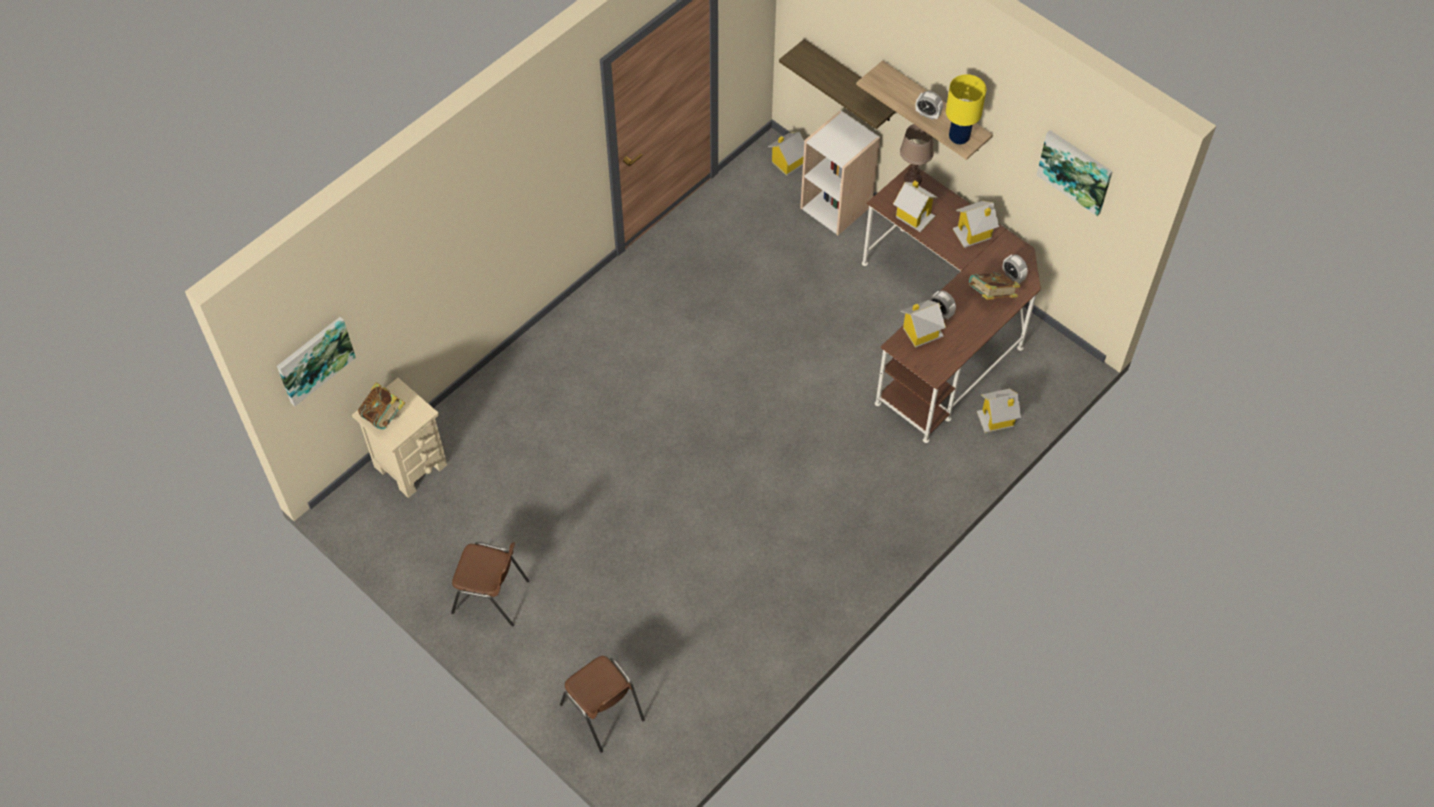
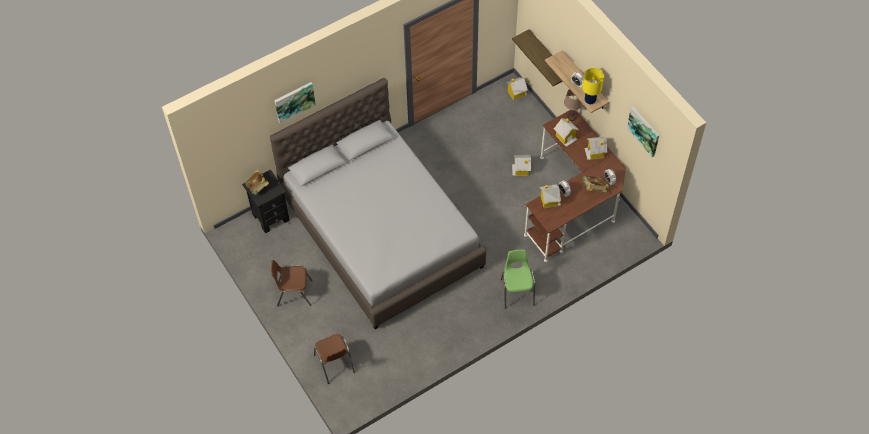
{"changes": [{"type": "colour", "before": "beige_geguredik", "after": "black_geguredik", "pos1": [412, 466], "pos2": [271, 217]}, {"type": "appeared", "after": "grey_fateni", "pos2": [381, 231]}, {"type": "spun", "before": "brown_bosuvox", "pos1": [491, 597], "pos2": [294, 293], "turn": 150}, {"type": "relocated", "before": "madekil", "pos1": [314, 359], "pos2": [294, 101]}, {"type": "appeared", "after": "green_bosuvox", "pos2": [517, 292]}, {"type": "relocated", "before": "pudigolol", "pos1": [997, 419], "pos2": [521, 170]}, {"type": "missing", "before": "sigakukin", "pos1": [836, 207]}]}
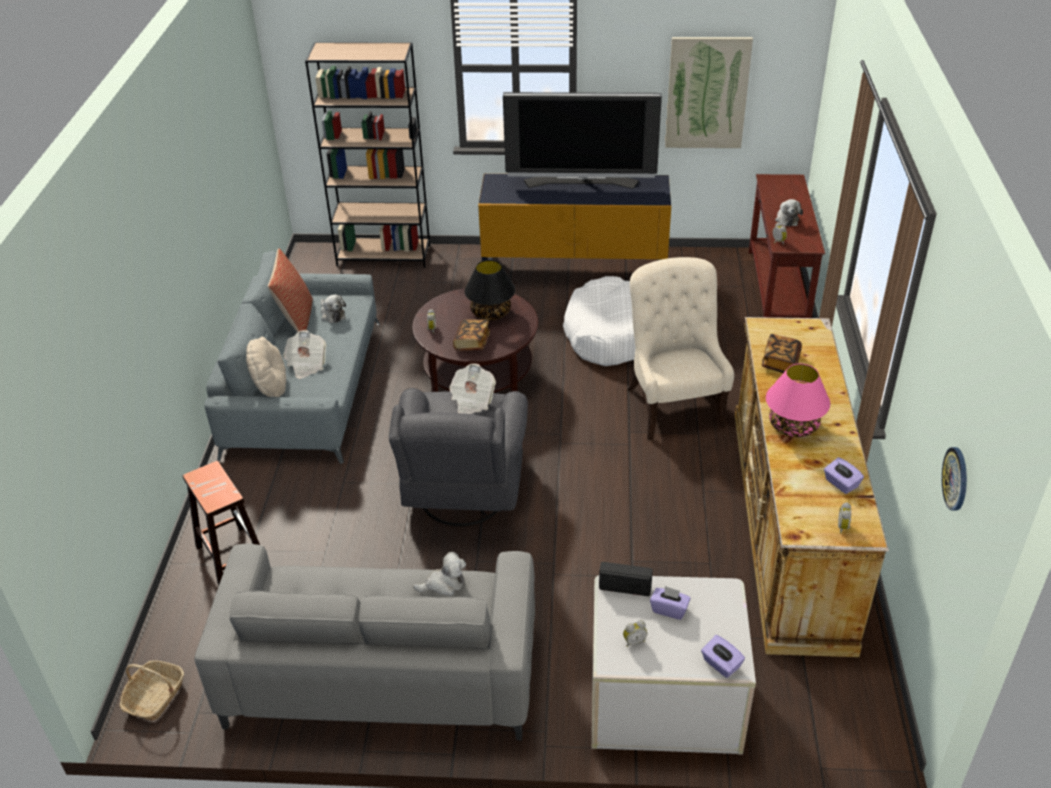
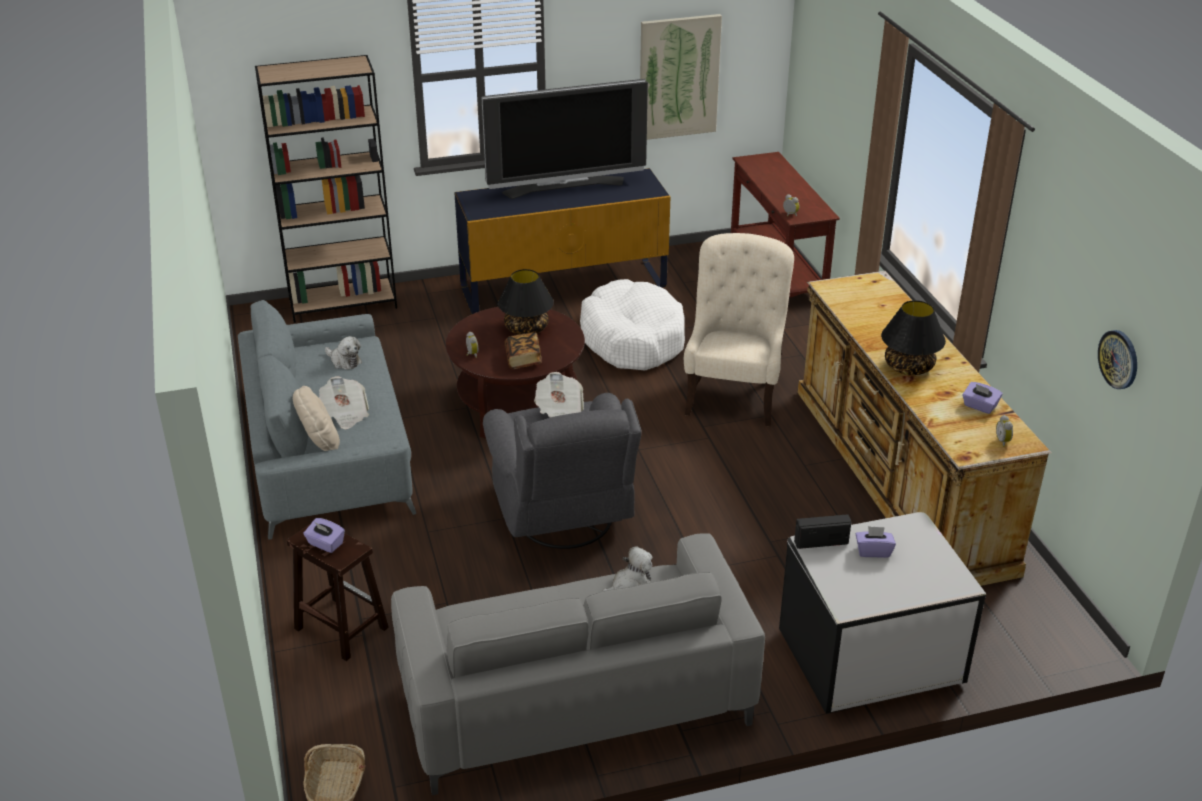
{"changes": [{"type": "relocated", "before": "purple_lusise", "pos1": [721, 664], "pos2": [325, 544]}, {"type": "spun", "before": "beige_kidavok", "pos1": [673, 407], "pos2": [734, 395], "turn": 45}, {"type": "colour", "before": "beige_geguredik", "after": "black_geguredik", "pos1": [664, 702], "pos2": [869, 657]}, {"type": "colour", "before": "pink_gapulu", "after": "black_gapulu", "pos1": [793, 426], "pos2": [908, 366]}, {"type": "missing", "before": "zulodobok", "pos1": [296, 319]}, {"type": "missing", "before": "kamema", "pos1": [634, 641]}, {"type": "missing", "before": "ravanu", "pos1": [780, 362]}, {"type": "missing", "before": "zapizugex", "pos1": [787, 219]}]}
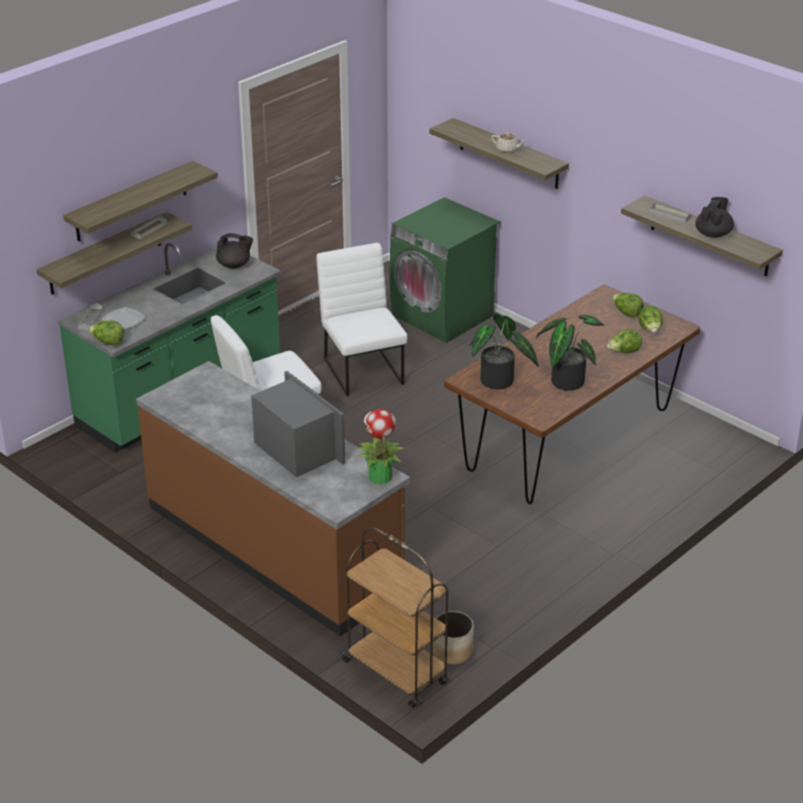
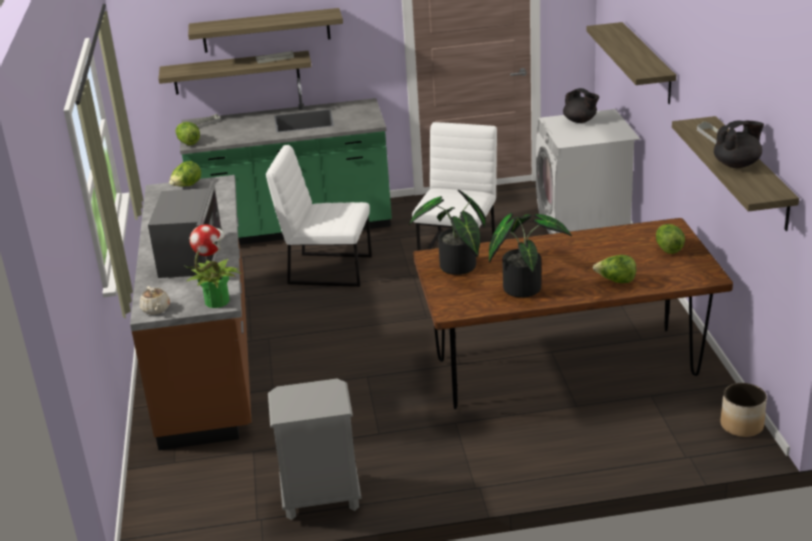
{"changes": [{"type": "relocated", "before": "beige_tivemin", "pos1": [507, 150], "pos2": [156, 309]}, {"type": "relocated", "before": "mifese", "pos1": [650, 330], "pos2": [186, 186]}, {"type": "appeared", "after": "grey_geguredik", "pos2": [321, 498]}, {"type": "colour", "before": "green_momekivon", "after": "white_momekivon", "pos1": [444, 315], "pos2": [585, 228]}, {"type": "relocated", "before": "black_tivemin", "pos1": [234, 265], "pos2": [580, 121]}, {"type": "relocated", "before": "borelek", "pos1": [452, 652], "pos2": [741, 425]}, {"type": "missing", "before": "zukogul", "pos1": [123, 320]}, {"type": "missing", "before": "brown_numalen", "pos1": [395, 673]}]}
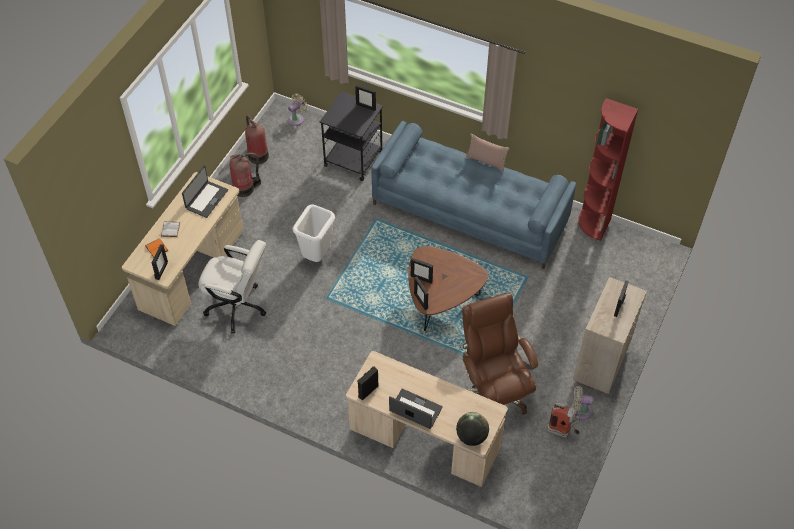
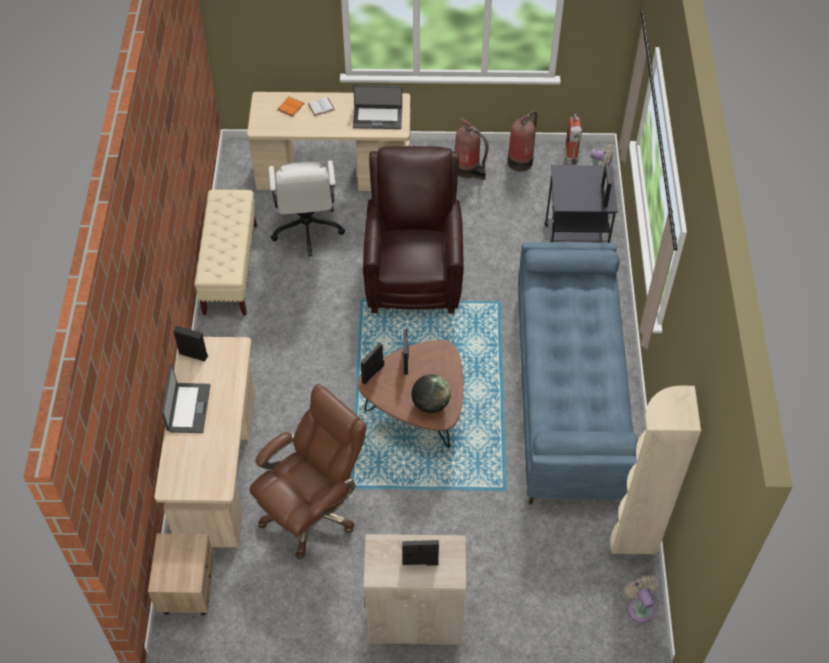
{"changes": [{"type": "appeared", "after": "beige_geguredik", "pos2": [188, 589]}, {"type": "appeared", "after": "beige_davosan", "pos2": [230, 269]}, {"type": "exchanged", "before": "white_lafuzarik", "after": "brown_kidavok", "pos1": [317, 256], "pos2": [414, 269]}, {"type": "relocated", "before": "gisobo", "pos1": [471, 436], "pos2": [430, 404]}, {"type": "relocated", "before": "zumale", "pos1": [562, 432], "pos2": [571, 160]}, {"type": "colour", "before": "red_sigakukin", "after": "beige_sigakukin", "pos1": [592, 227], "pos2": [633, 538]}, {"type": "relocated", "before": "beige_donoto", "pos1": [580, 410], "pos2": [639, 607]}, {"type": "missing", "before": "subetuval", "pos1": [161, 270]}, {"type": "missing", "before": "beige_zulodobok", "pos1": [486, 161]}]}
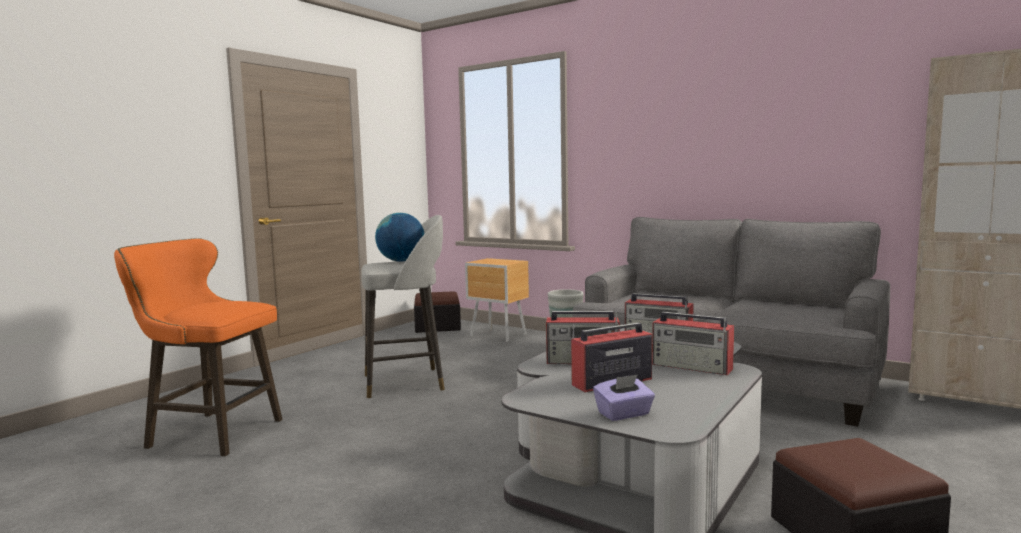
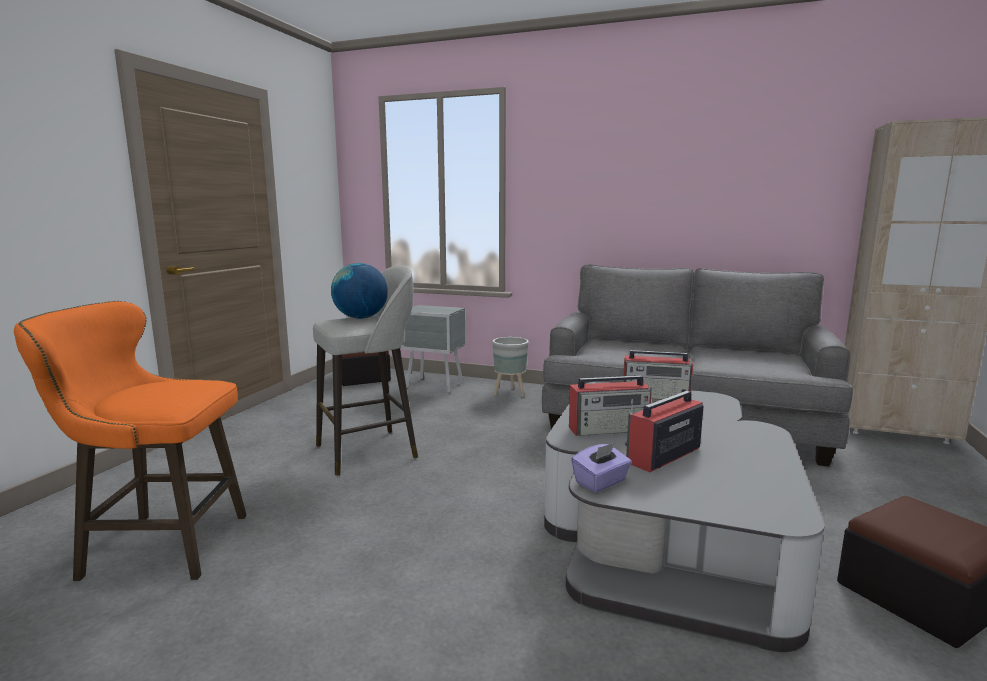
{"changes": [{"type": "colour", "before": "brown_geguredik", "after": "grey_geguredik", "pos1": [499, 336], "pos2": [435, 386]}, {"type": "relocated", "before": "purple_lusise", "pos1": [624, 414], "pos2": [601, 482]}, {"type": "missing", "before": "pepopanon", "pos1": [692, 367]}]}
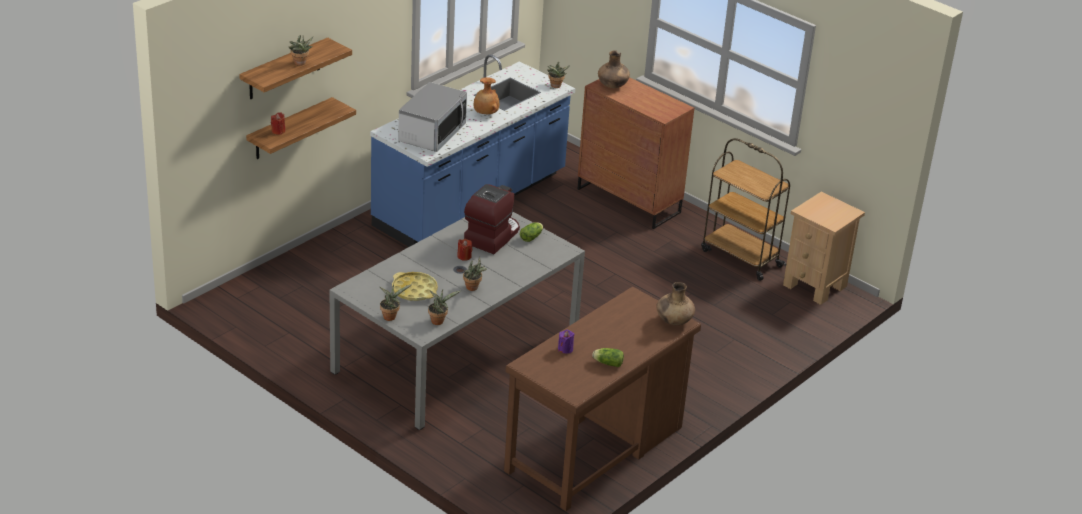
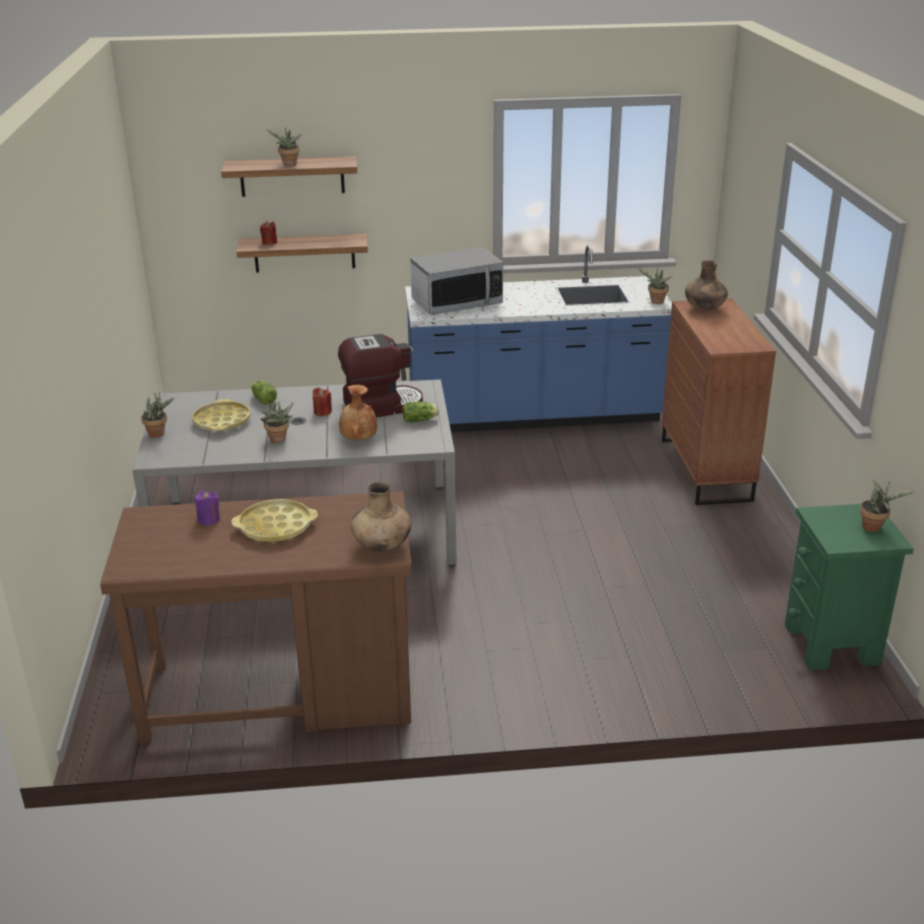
{"changes": [{"type": "appeared", "after": "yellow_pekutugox", "pos2": [275, 527]}, {"type": "relocated", "before": "mifese", "pos1": [607, 363], "pos2": [263, 399]}, {"type": "relocated", "before": "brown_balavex", "pos1": [485, 113], "pos2": [358, 439]}, {"type": "colour", "before": "beige_geguredik", "after": "green_geguredik", "pos1": [815, 286], "pos2": [830, 645]}, {"type": "relocated", "before": "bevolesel", "pos1": [439, 320], "pos2": [874, 527]}, {"type": "missing", "before": "brown_numalen", "pos1": [740, 258]}]}
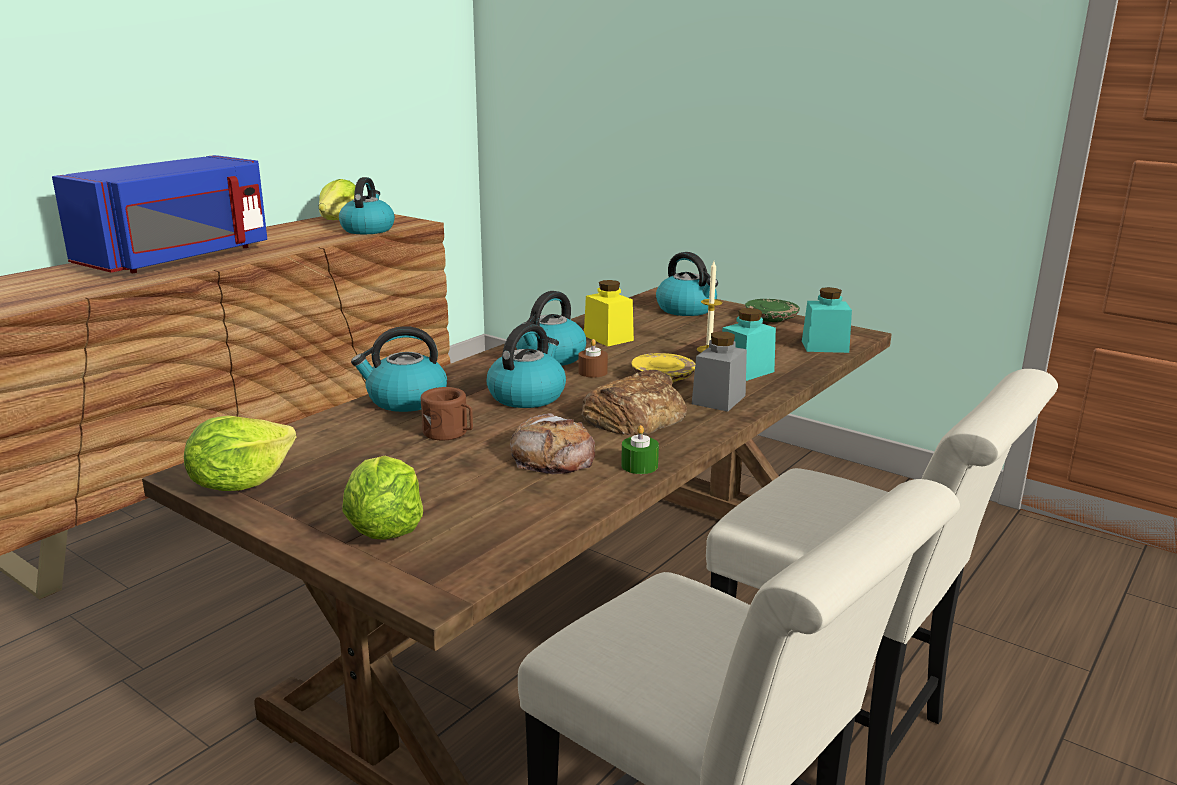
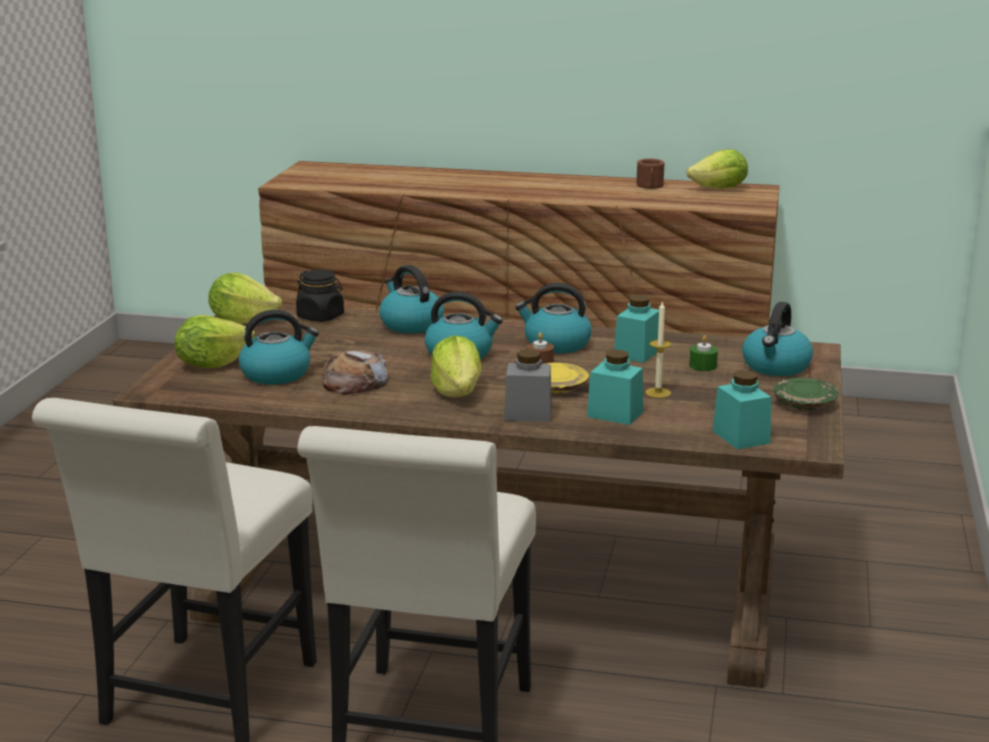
{"changes": [{"type": "relocated", "before": "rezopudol", "pos1": [367, 229], "pos2": [277, 374]}, {"type": "appeared", "after": "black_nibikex", "pos2": [320, 317]}, {"type": "exchanged", "before": "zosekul", "after": "mifese", "pos1": [635, 416], "pos2": [457, 392]}, {"type": "colour", "before": "yellow_nibikex", "after": "turquoise_nibikex", "pos1": [608, 338], "pos2": [637, 353]}, {"type": "relocated", "before": "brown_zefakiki", "pos1": [449, 433], "pos2": [650, 186]}, {"type": "relocated", "before": "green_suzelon", "pos1": [639, 466], "pos2": [703, 366]}, {"type": "missing", "before": "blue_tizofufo", "pos1": [179, 258]}]}
